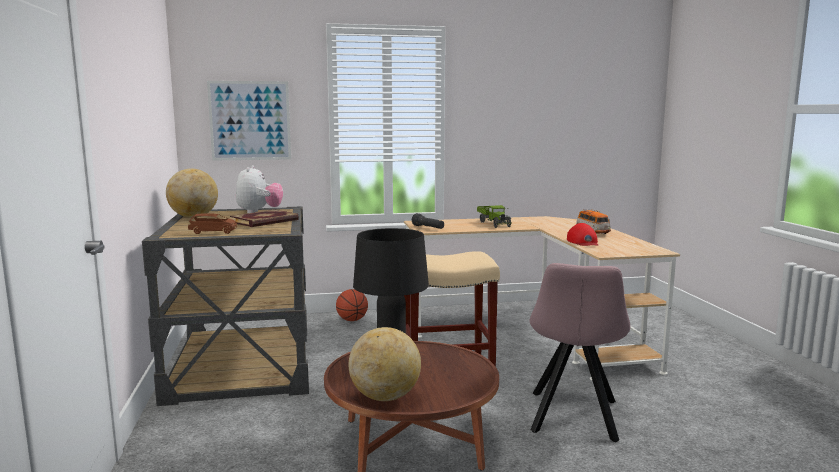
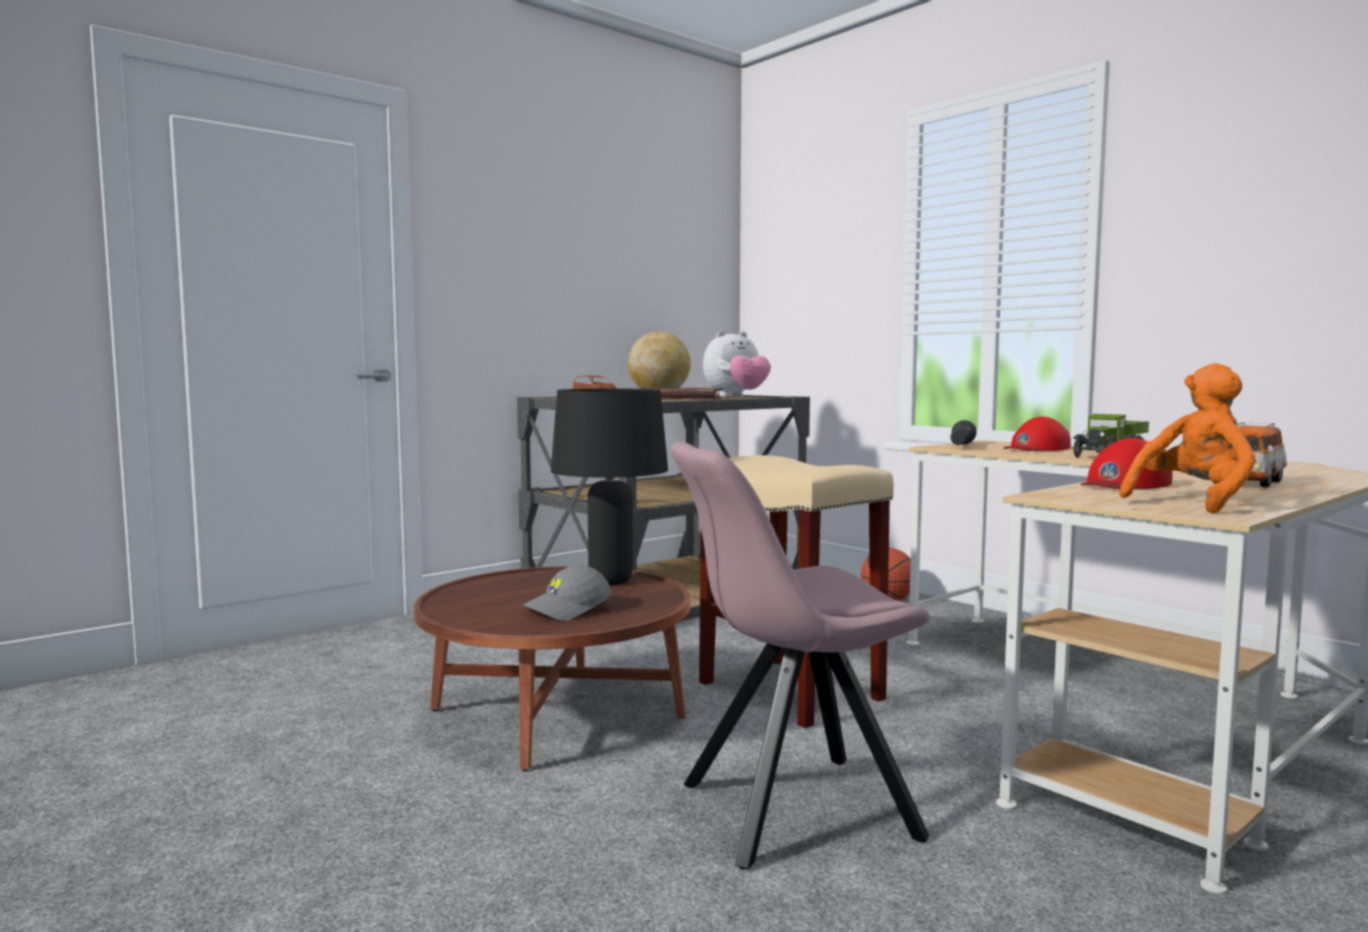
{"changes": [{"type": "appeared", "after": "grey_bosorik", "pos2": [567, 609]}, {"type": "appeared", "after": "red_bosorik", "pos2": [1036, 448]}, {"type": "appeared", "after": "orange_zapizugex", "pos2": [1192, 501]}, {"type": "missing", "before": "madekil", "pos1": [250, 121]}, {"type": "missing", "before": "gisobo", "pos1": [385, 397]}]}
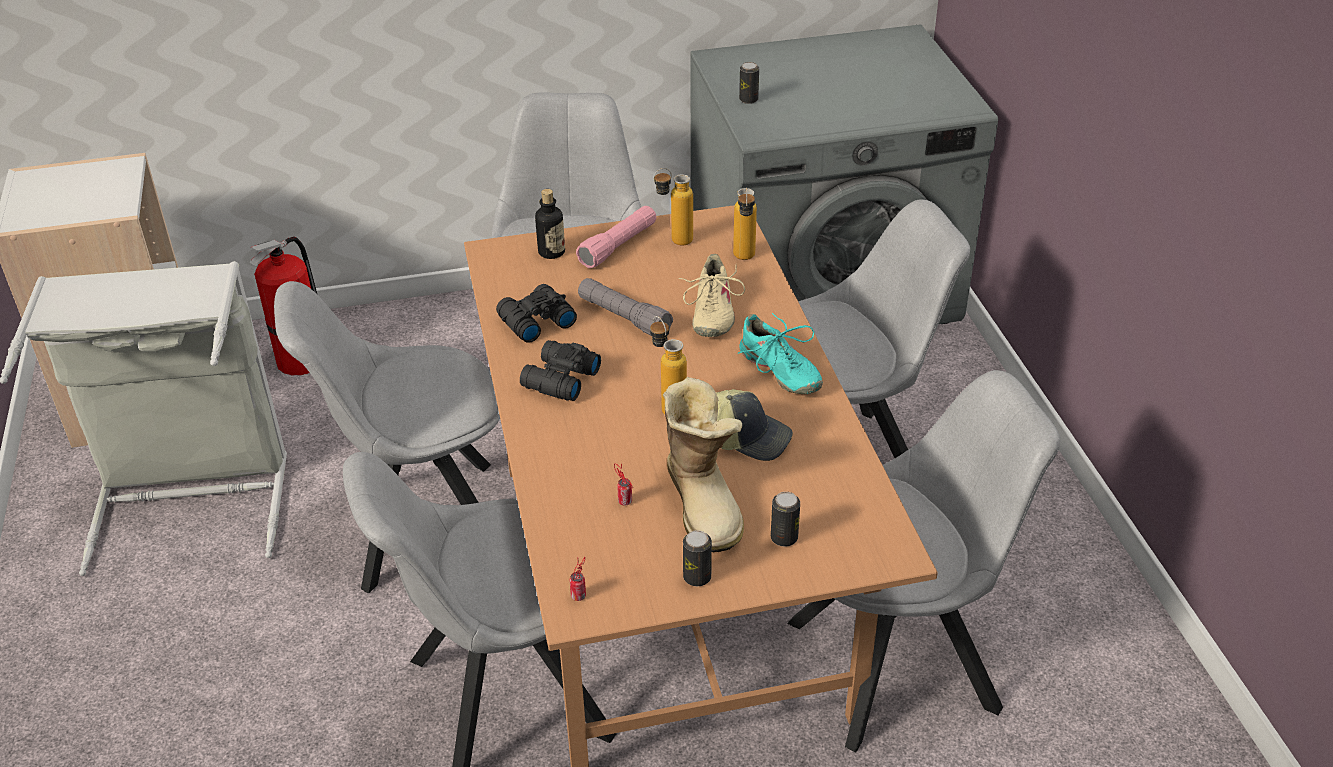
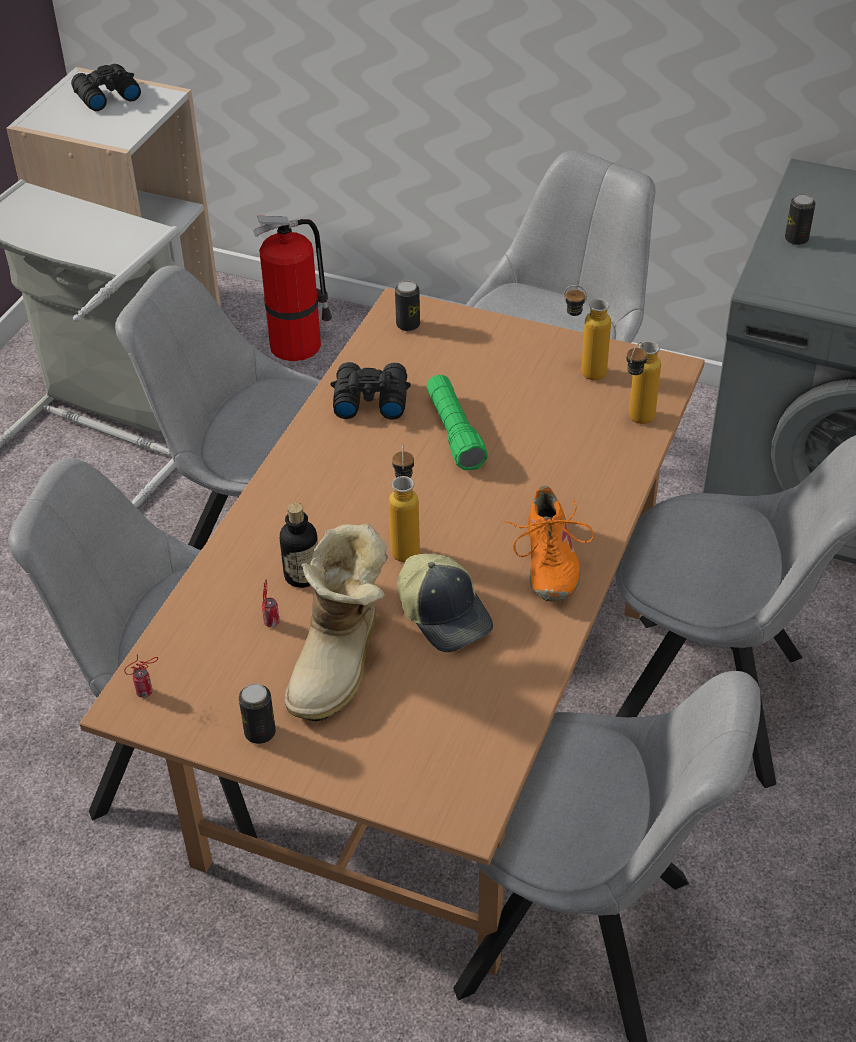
{"changes": [{"type": "relocated", "before": "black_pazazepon", "pos1": [559, 380], "pos2": [105, 96]}, {"type": "relocated", "before": "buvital", "pos1": [551, 252], "pos2": [302, 576]}, {"type": "relocated", "before": "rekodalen", "pos1": [784, 538], "pos2": [408, 325]}, {"type": "colour", "before": "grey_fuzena", "after": "green_fuzena", "pos1": [624, 318], "pos2": [454, 432]}, {"type": "colour", "before": "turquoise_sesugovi", "after": "orange_sesugovi", "pos1": [779, 371], "pos2": [548, 562]}, {"type": "missing", "before": "pink_fuzena", "pos1": [618, 246]}, {"type": "missing", "before": "beige_sesugovi", "pos1": [711, 313]}]}
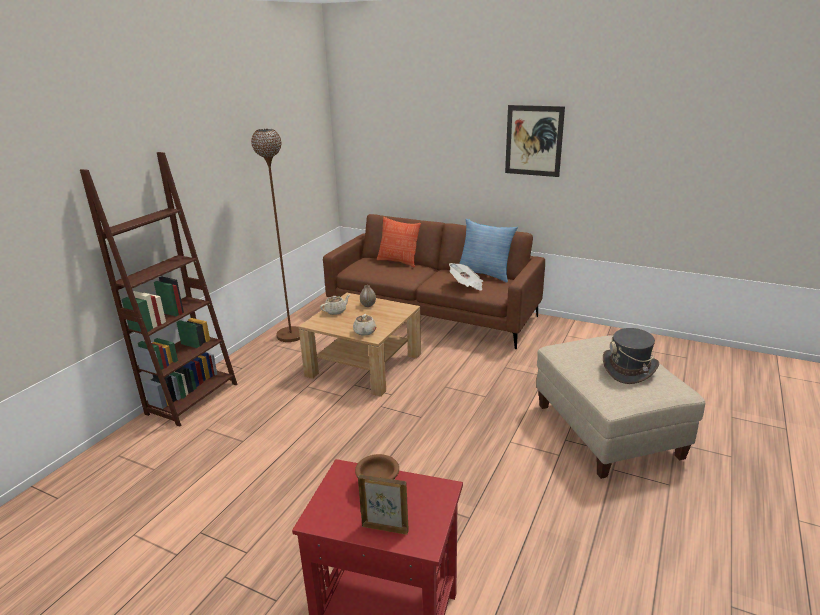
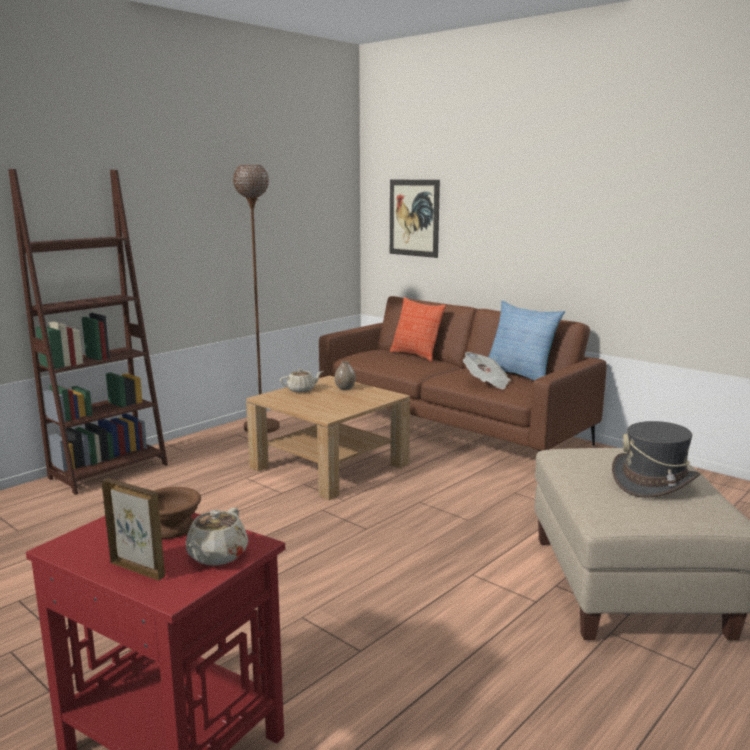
{"changes": [{"type": "relocated", "before": "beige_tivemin", "pos1": [364, 332], "pos2": [216, 556]}, {"type": "relocated", "before": "madekil", "pos1": [533, 141], "pos2": [414, 218]}]}
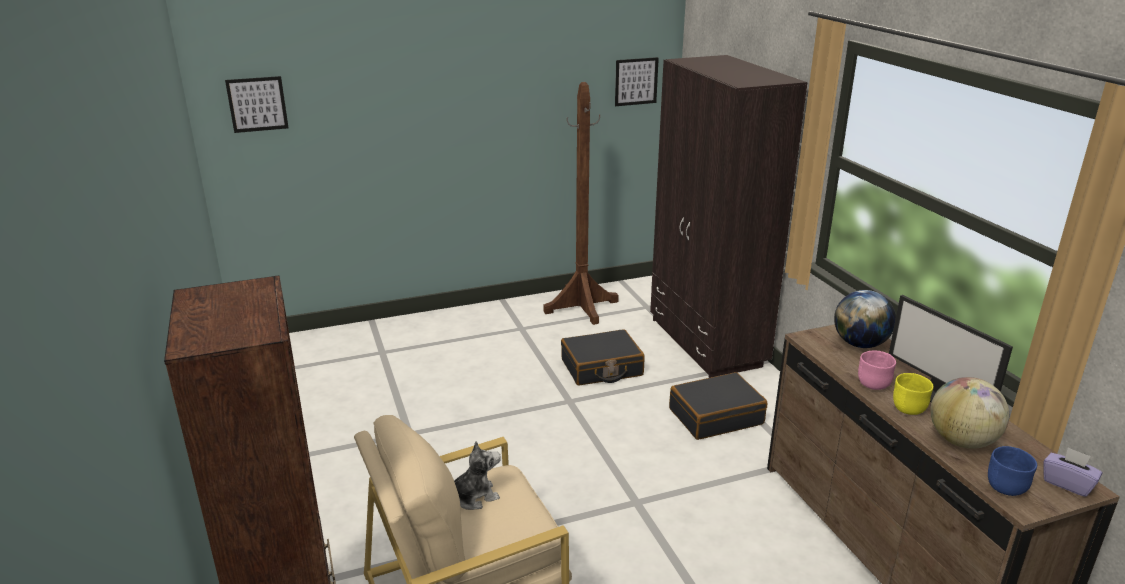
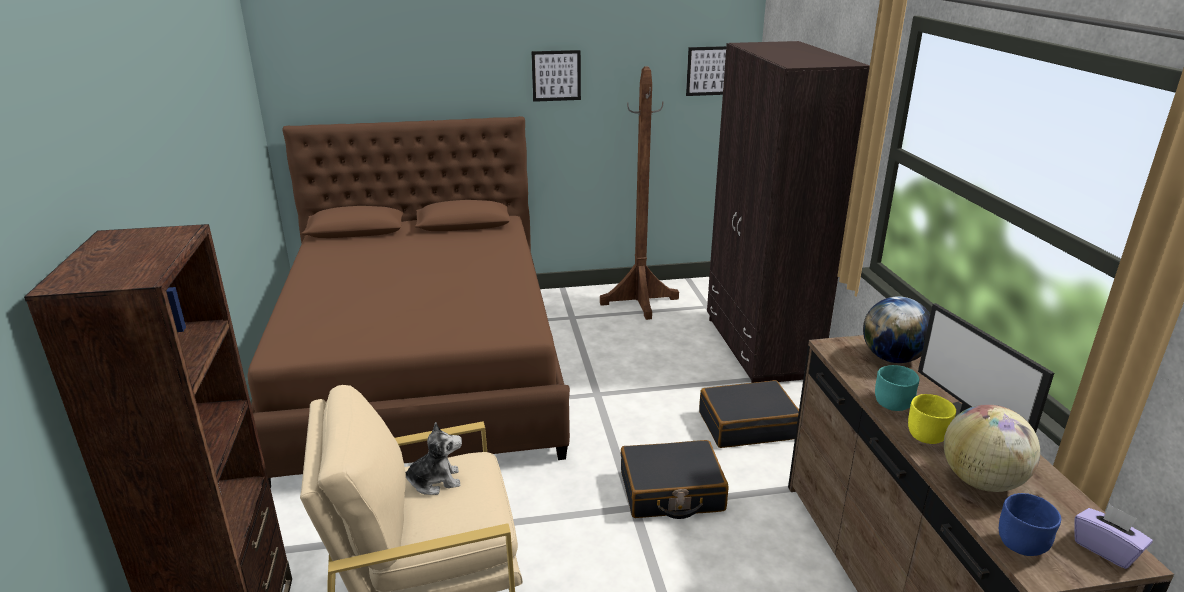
{"changes": [{"type": "appeared", "after": "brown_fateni", "pos2": [422, 371]}, {"type": "relocated", "before": "madekil", "pos1": [257, 104], "pos2": [556, 75]}, {"type": "relocated", "before": "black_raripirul", "pos1": [601, 368], "pos2": [671, 492]}, {"type": "colour", "before": "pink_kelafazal", "after": "turquoise_kelafazal", "pos1": [872, 384], "pos2": [892, 404]}]}
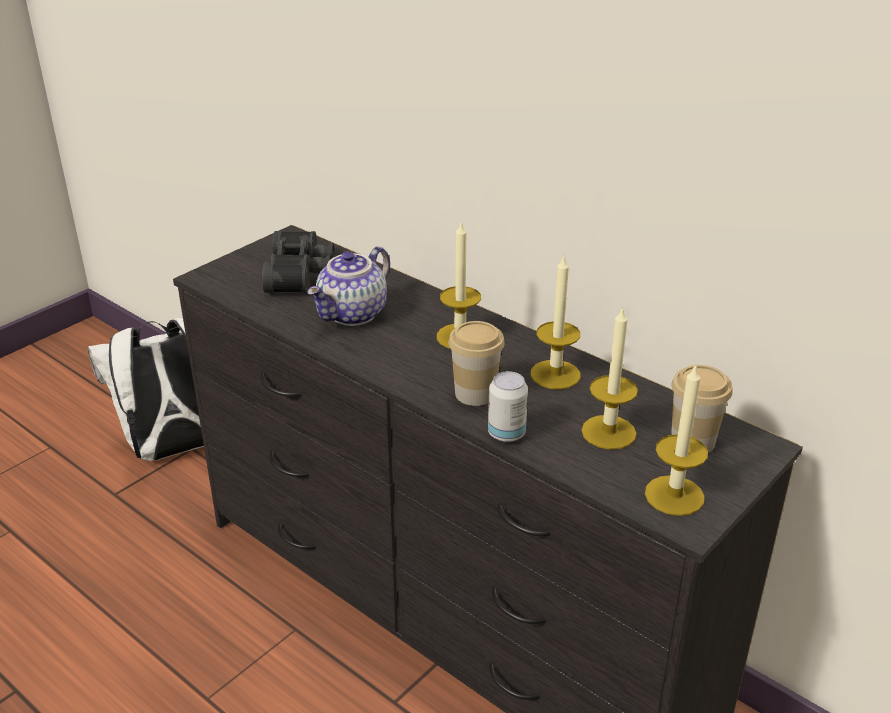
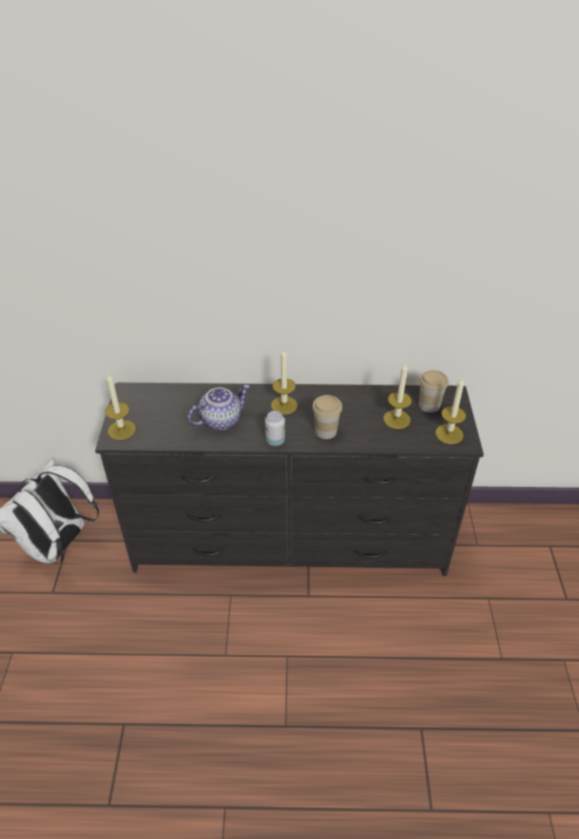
{"changes": [{"type": "relocated", "before": "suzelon", "pos1": [555, 374], "pos2": [121, 430]}, {"type": "spun", "before": "tivemin", "pos1": [353, 315], "pos2": [220, 420], "turn": -120}, {"type": "relocated", "before": "rekodalen", "pos1": [506, 434], "pos2": [275, 440]}, {"type": "missing", "before": "black_pazazepon", "pos1": [302, 274]}]}
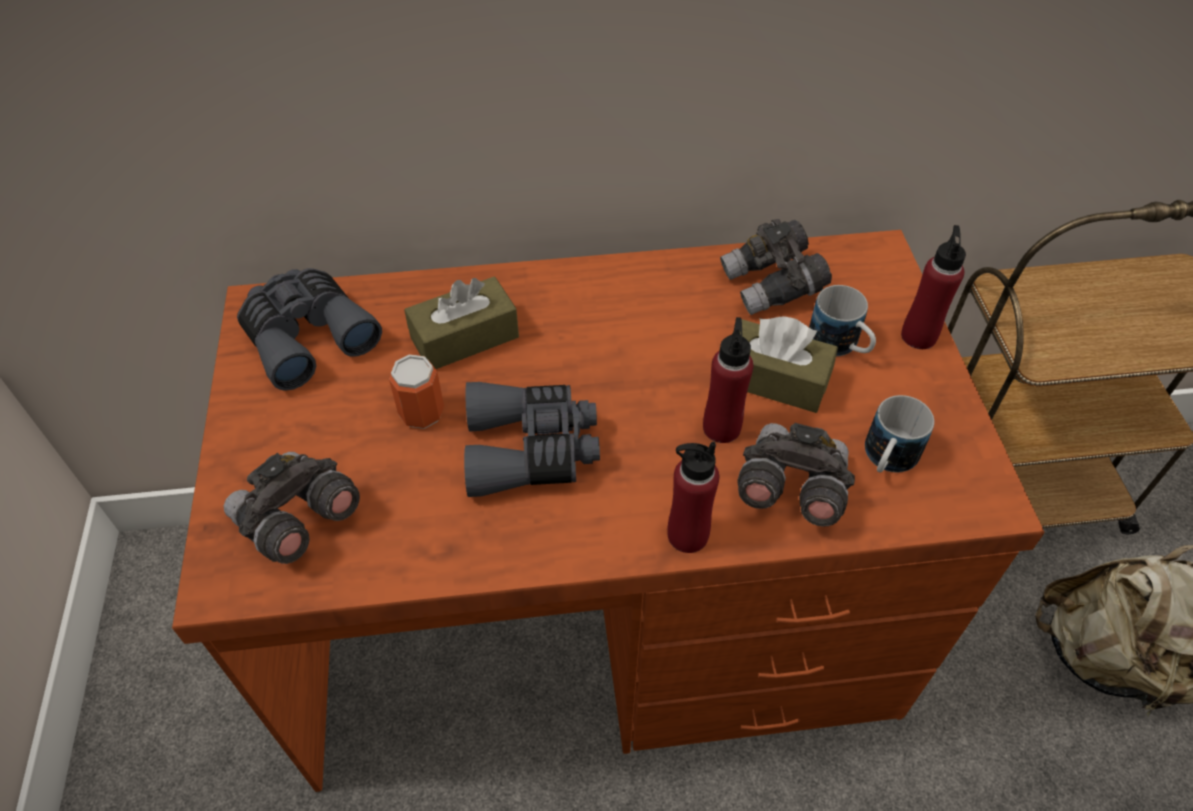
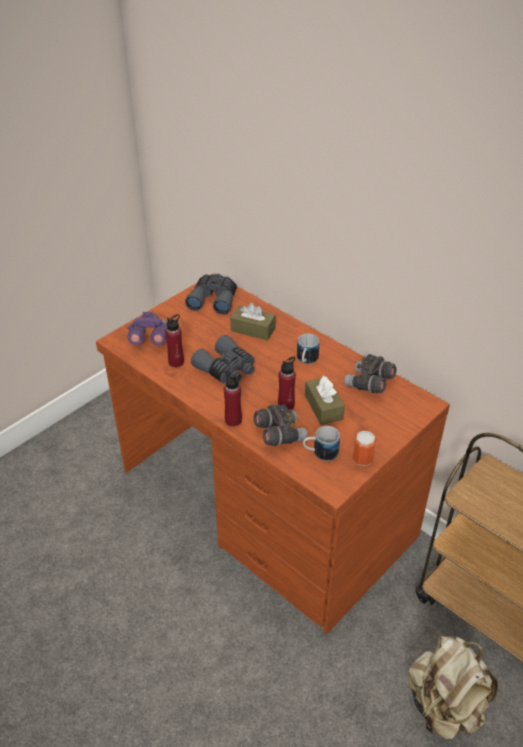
{"changes": [{"type": "colour", "before": "grey_pazazepon", "after": "purple_pazazepon", "pos1": [297, 521], "pos2": [149, 340]}, {"type": "relocated", "before": "red_buvital", "pos1": [918, 336], "pos2": [176, 362]}, {"type": "relocated", "before": "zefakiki", "pos1": [840, 346], "pos2": [306, 360]}, {"type": "relocated", "before": "rekodalen", "pos1": [422, 413], "pos2": [362, 459]}]}
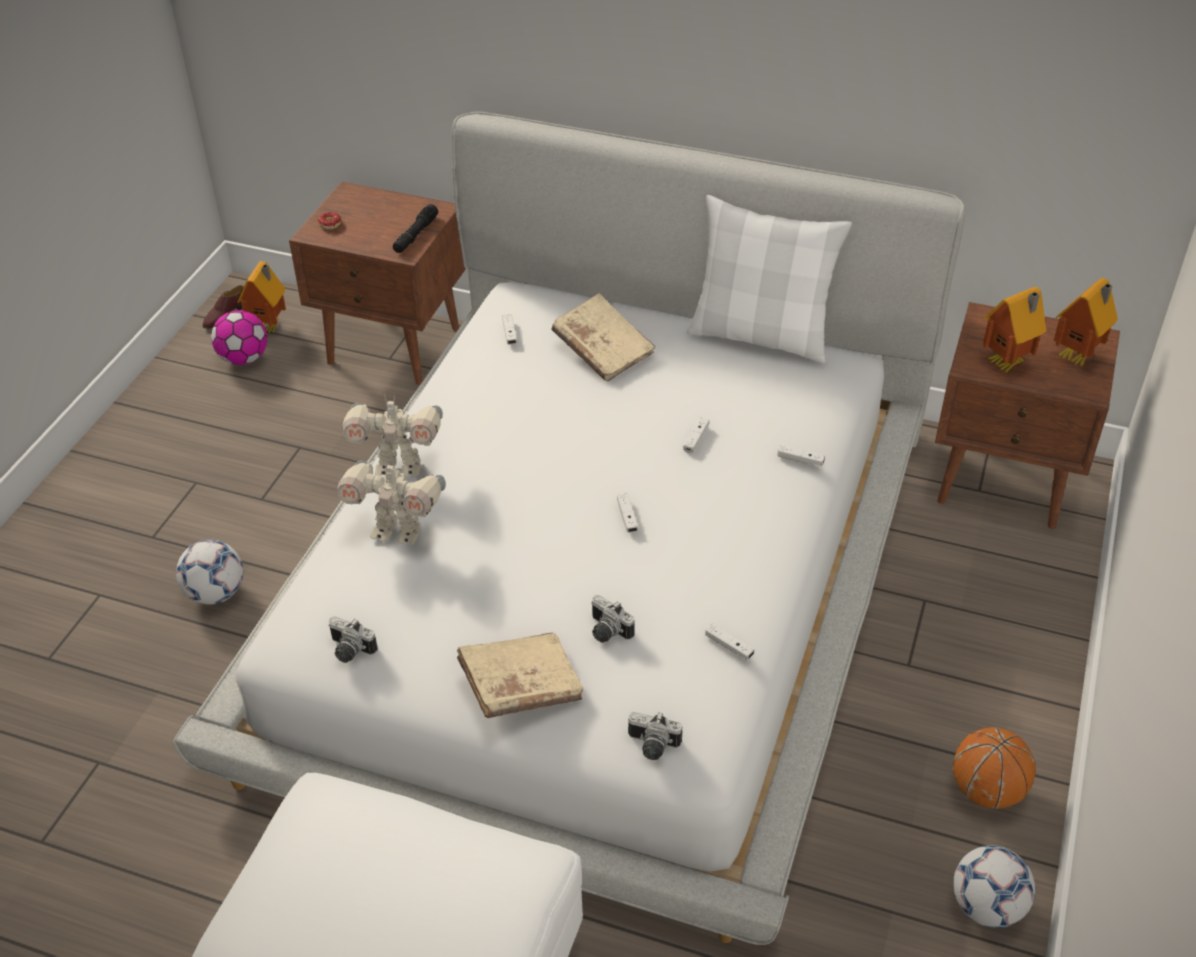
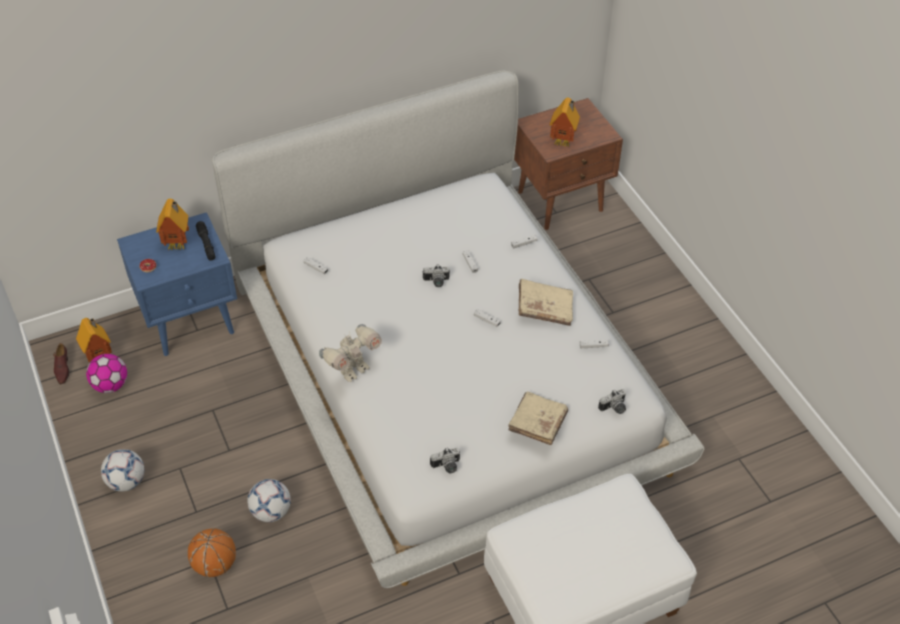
{"changes": [{"type": "relocated", "before": "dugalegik", "pos1": [986, 906], "pos2": [126, 481]}, {"type": "colour", "before": "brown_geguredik", "after": "blue_geguredik", "pos1": [395, 346], "pos2": [191, 321]}, {"type": "relocated", "before": "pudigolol", "pos1": [1078, 357], "pos2": [178, 244]}, {"type": "relocated", "before": "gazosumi", "pos1": [986, 790], "pos2": [215, 564]}, {"type": "relocated", "before": "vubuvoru", "pos1": [606, 631], "pos2": [436, 282]}, {"type": "relocated", "before": "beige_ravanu", "pos1": [603, 350], "pos2": [544, 309]}, {"type": "missing", "before": "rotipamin", "pos1": [397, 531]}, {"type": "missing", "before": "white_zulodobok", "pos1": [760, 336]}]}
